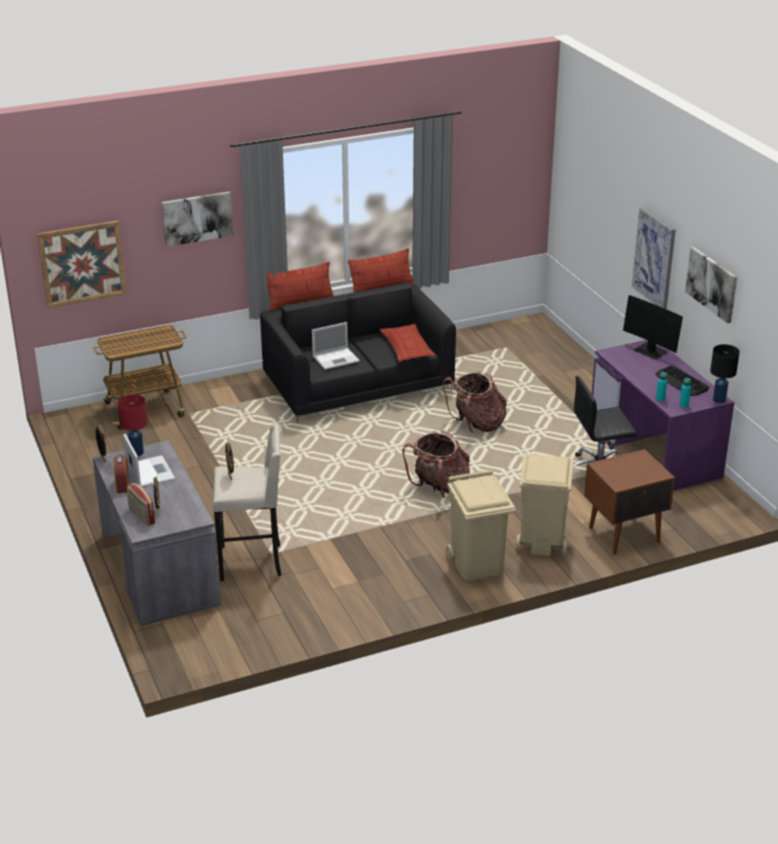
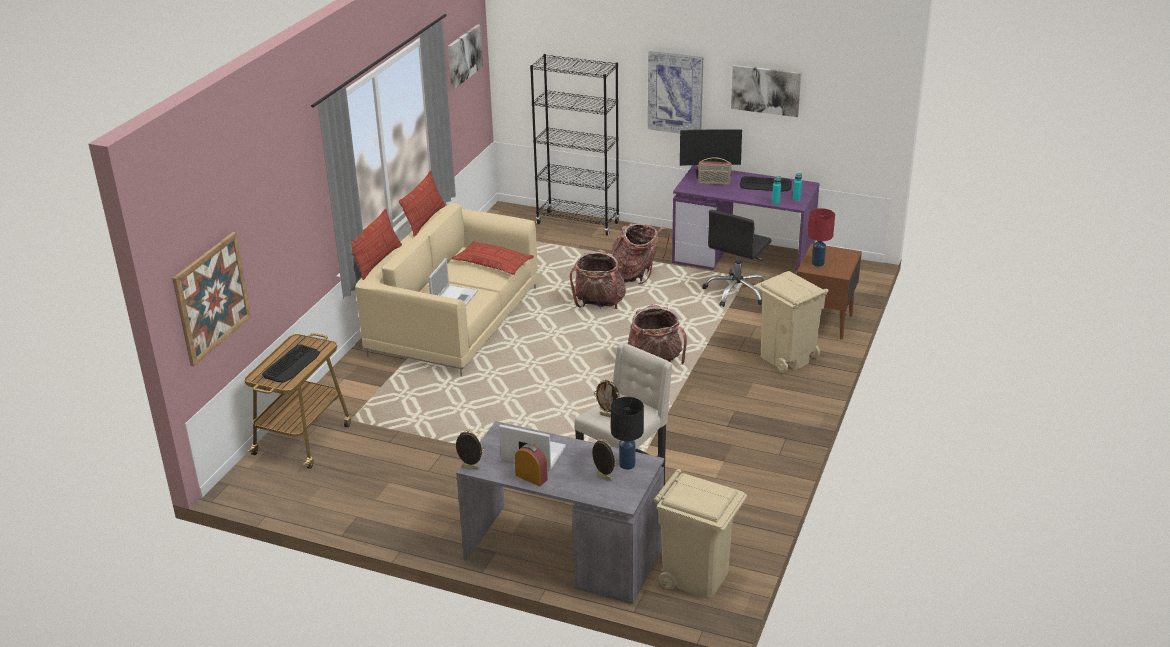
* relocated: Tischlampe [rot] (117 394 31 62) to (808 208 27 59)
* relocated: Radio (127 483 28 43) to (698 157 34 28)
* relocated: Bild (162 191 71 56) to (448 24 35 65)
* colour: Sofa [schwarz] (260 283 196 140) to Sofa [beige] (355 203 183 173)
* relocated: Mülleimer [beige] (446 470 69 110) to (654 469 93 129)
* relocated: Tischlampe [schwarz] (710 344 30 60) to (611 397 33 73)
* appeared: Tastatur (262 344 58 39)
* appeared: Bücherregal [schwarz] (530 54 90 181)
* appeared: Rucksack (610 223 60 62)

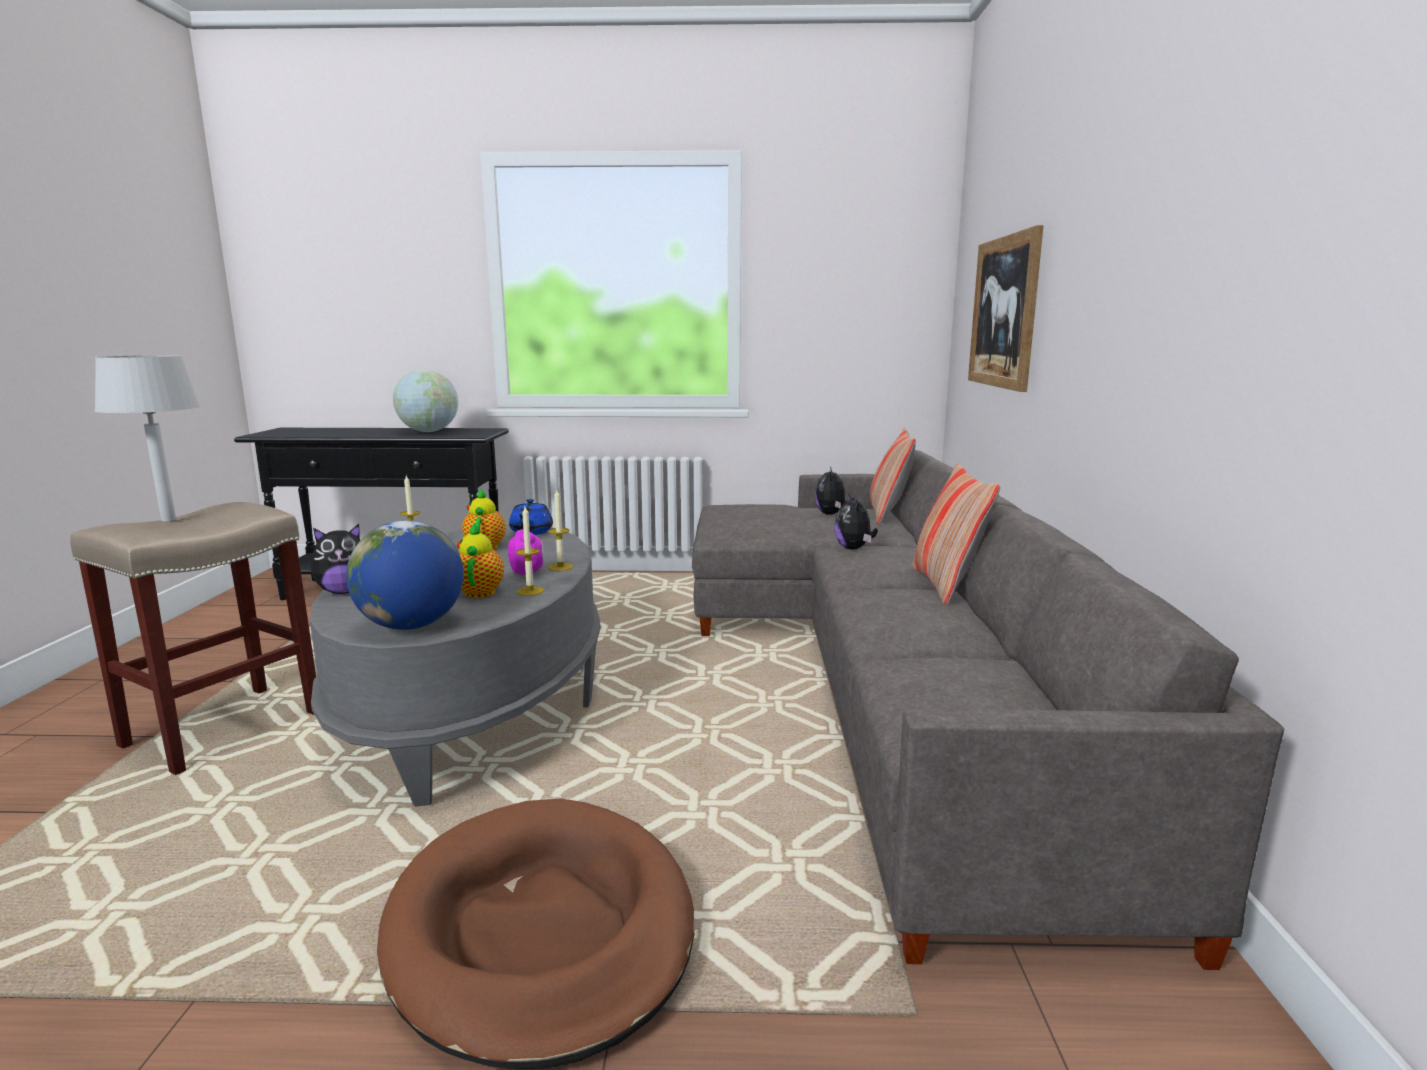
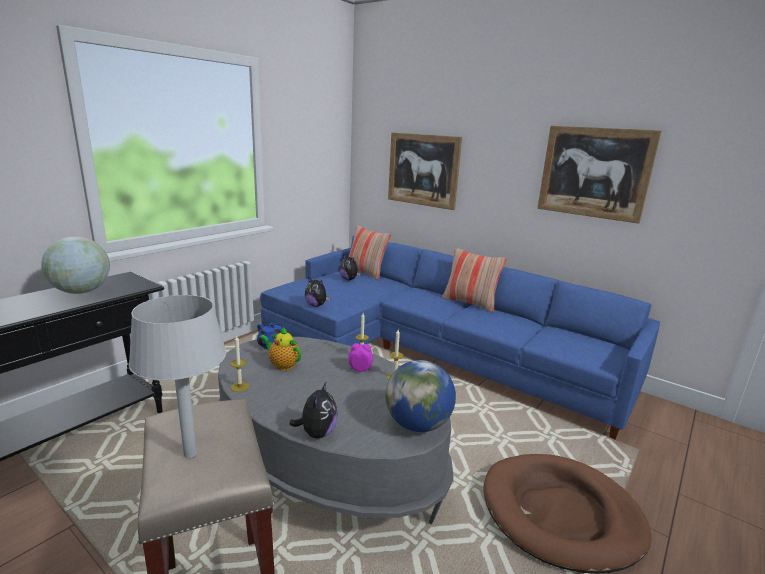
* missing: Teekanne (457 523 47 75)
* colour: Sofa [grau] (692 450 593 520) to Sofa [blau] (260 235 400 204)
* relocated: Plüschtier (834 494 44 56) to (305 277 26 30)
* appeared: Bild (537 126 125 98)

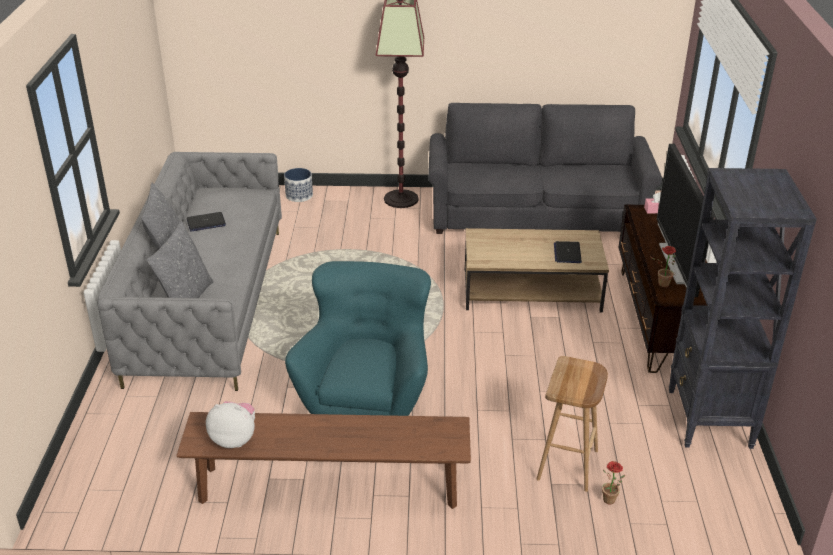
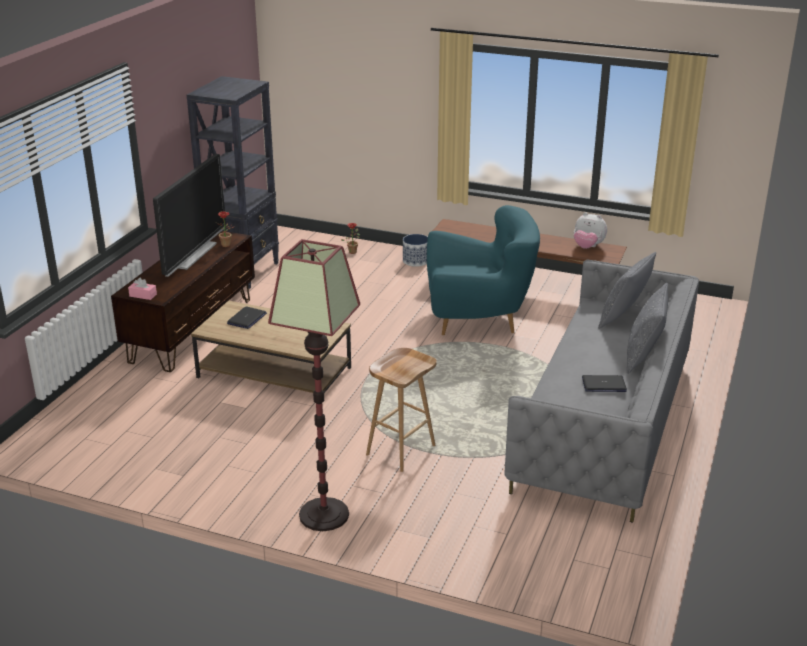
* relocated: Pflanzkübel (284 168 29 34) to (403 234 25 33)
* spun: Sessel [türkis] (285 261 146 155) = (427 205 113 130) 120 degrees counterclockwise
* missing: Sofa [grau] (428 103 234 131)
* relocated: Hocker [braun] (537 356 71 136) to (366 348 71 124)

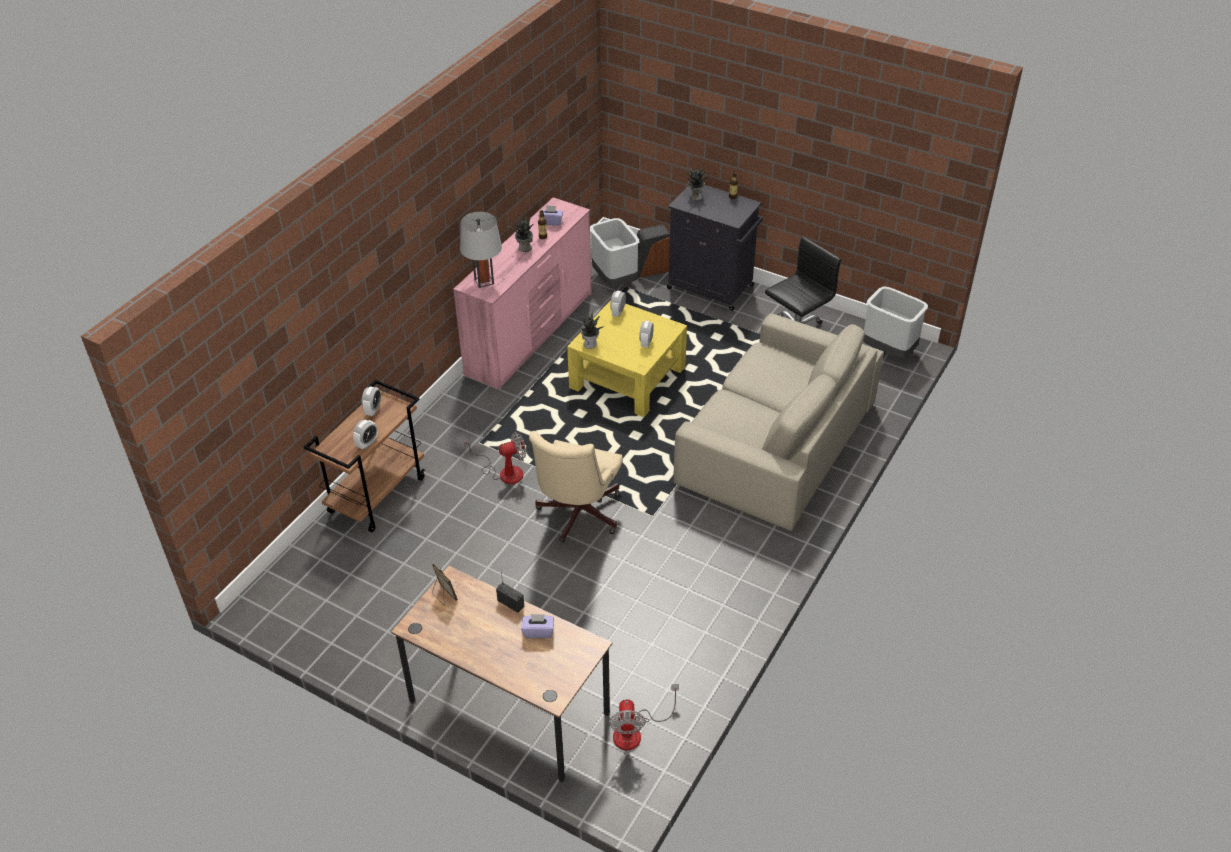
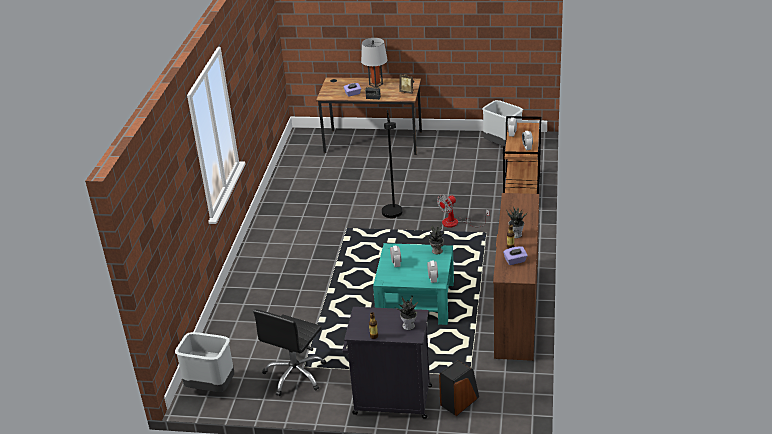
* colour: Kommode [rosa] (453 197 139 193) to Kommode [braun] (493 193 46 168)
* relocated: Tischlampe [grau] (460 212 42 76) to (361 38 26 49)
* exchanged: Bürostuhl [beige] (529 431 94 111) to Stehlampe [schwarz] (382 109 20 109)
* colour: Couchtisch [gelb] (567 300 120 117) to Couchtisch [türkis] (373 243 81 82)
* relocated: Mülleimer [grau] (590 218 49 69) to (482 100 41 47)
* missing: Ventilator (609 684 70 66)
* missing: Sofa [beige] (673 313 211 218)

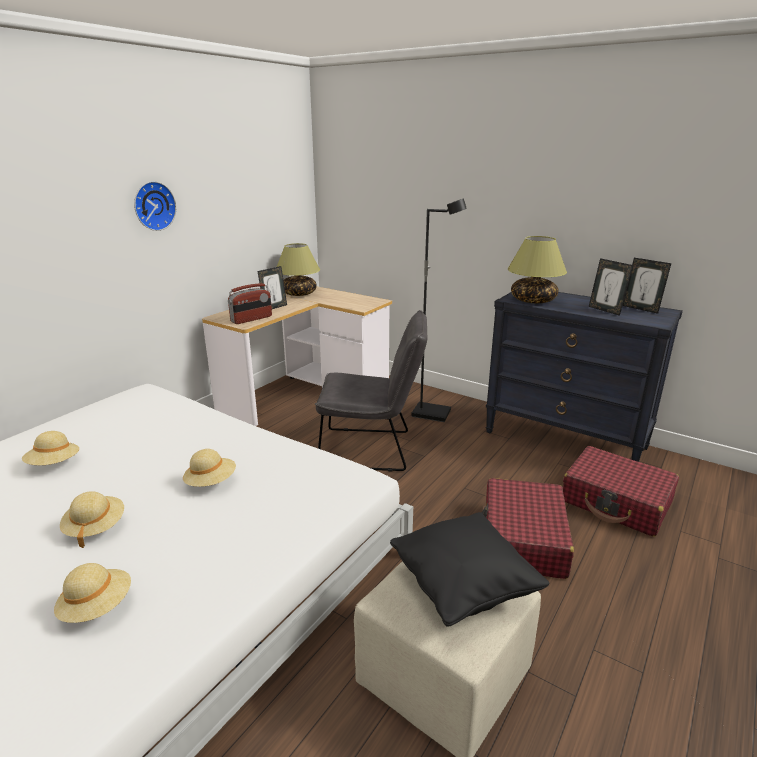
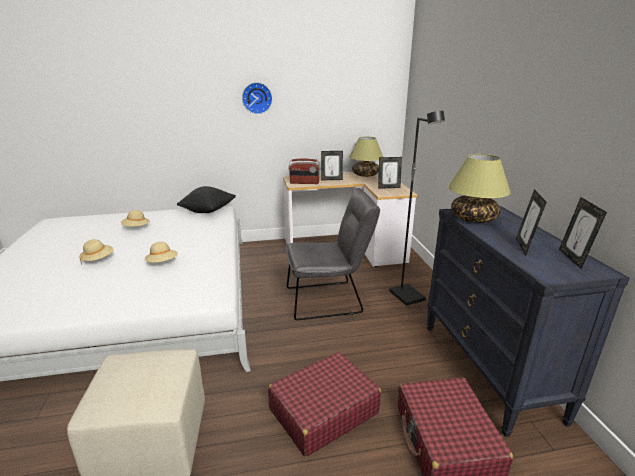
* missing: Hut [beige] (54 563 77 60)
* spun: Stuhl [grau] (315 310 112 161) = (286 188 94 132) 60 degrees counterclockwise
* relocated: Kissen [schwarz] (390 512 159 115) to (177 186 59 27)
* appeared: Bilderrahmen (378 157 24 32)

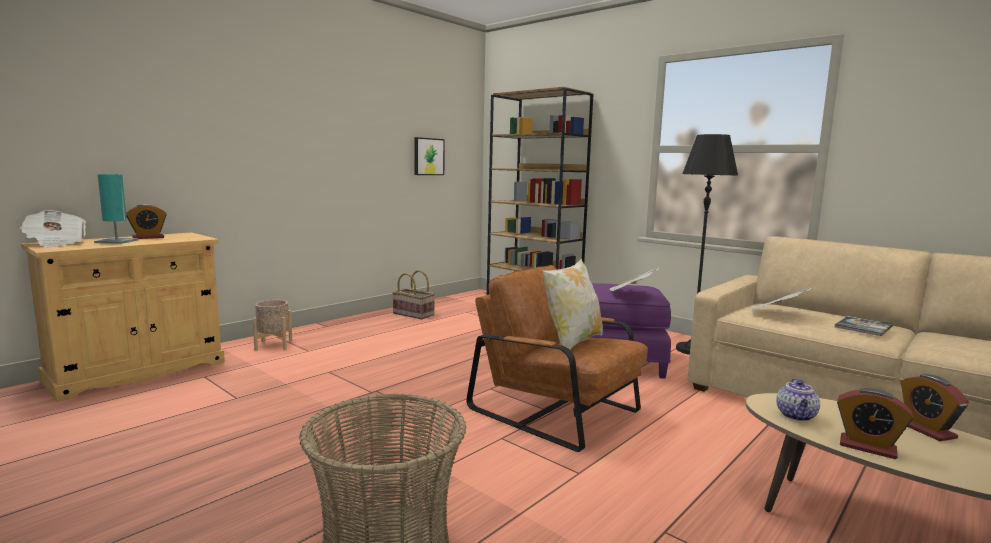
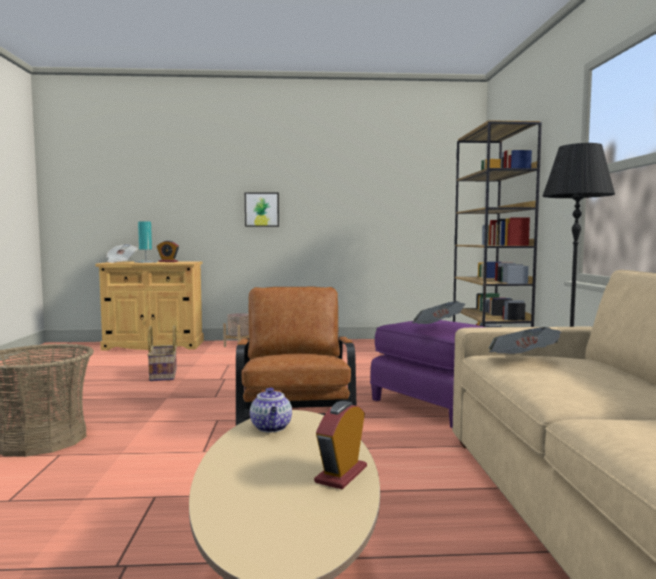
* relocated: Korb (392 270 43 49) to (147 325 30 56)
* relocated: Bild (414 137 31 38) to (245 192 34 35)
* missing: Kissen (542 258 61 98)
* spun: Teekanne (776 379 44 42) = (250 388 42 45) 75 degrees counterclockwise
* missing: Buch (834 316 59 20)
* missing: Wecker (837 388 76 71)

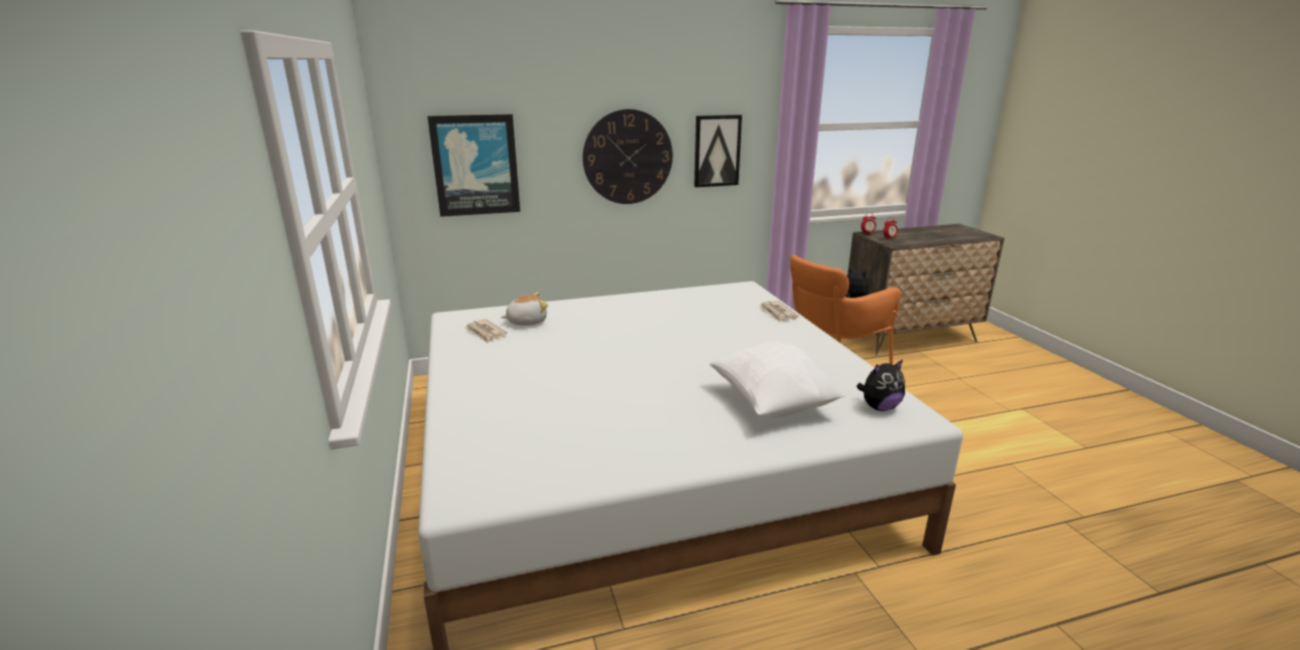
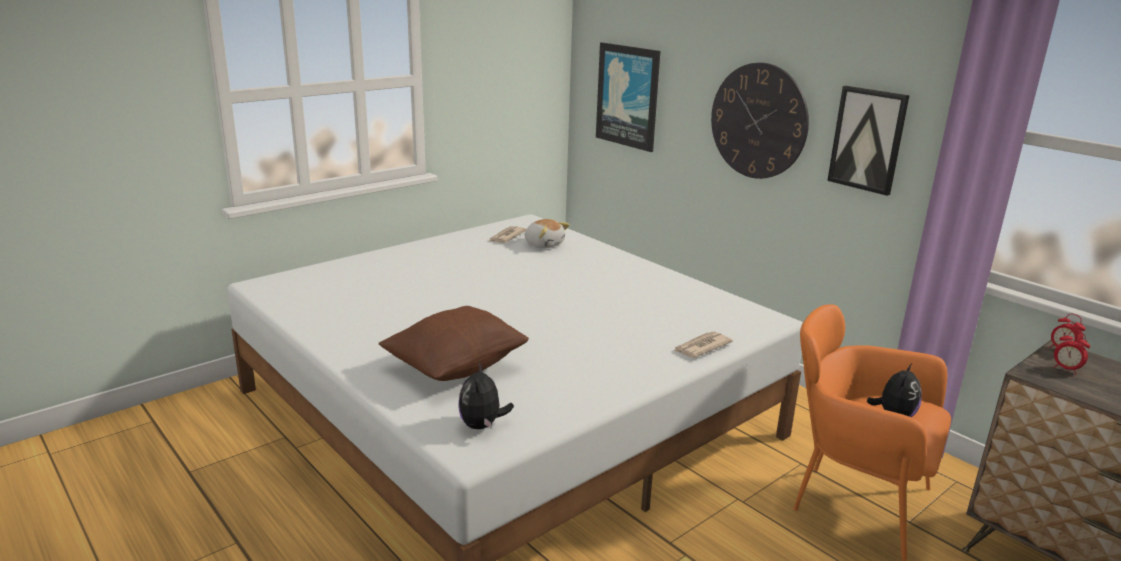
* colour: Kissen [weiß] (709 341 137 76) to Kissen [braun] (379 306 150 75)
* spun: Plüschtier (856 360 49 51) = (458 362 56 67) 45 degrees clockwise

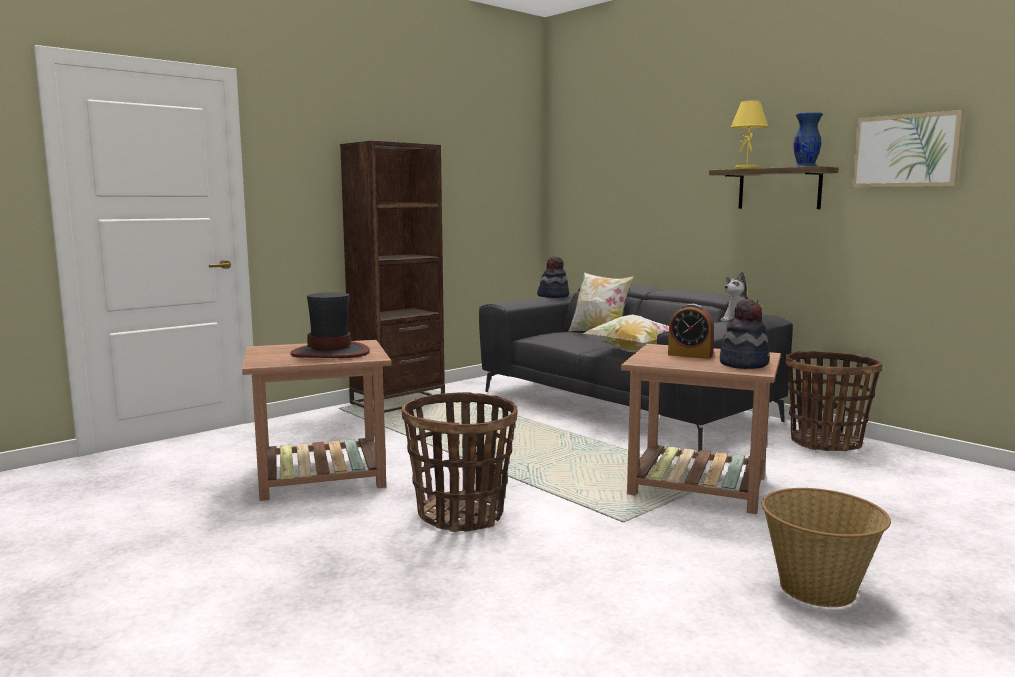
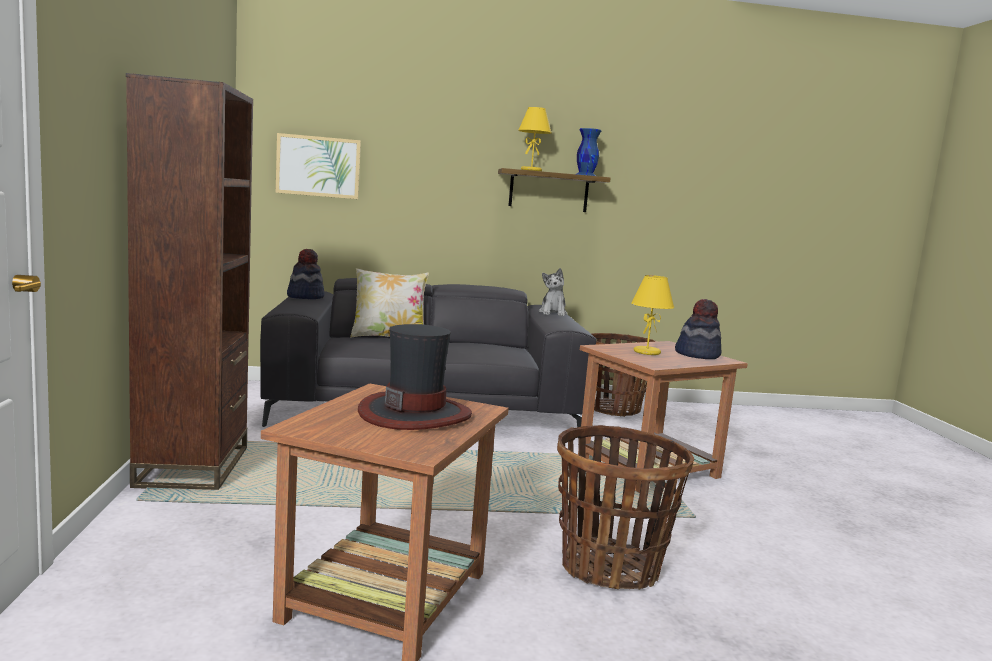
* missing: Kissen (582 315 87 37)
* exchanged: Wecker (668 304 46 55) to Tischlampe [gelb] (631 275 43 80)
* missing: Korb (762 488 129 119)
* relocated: Bild (852 110 112 77) to (276 133 85 66)

